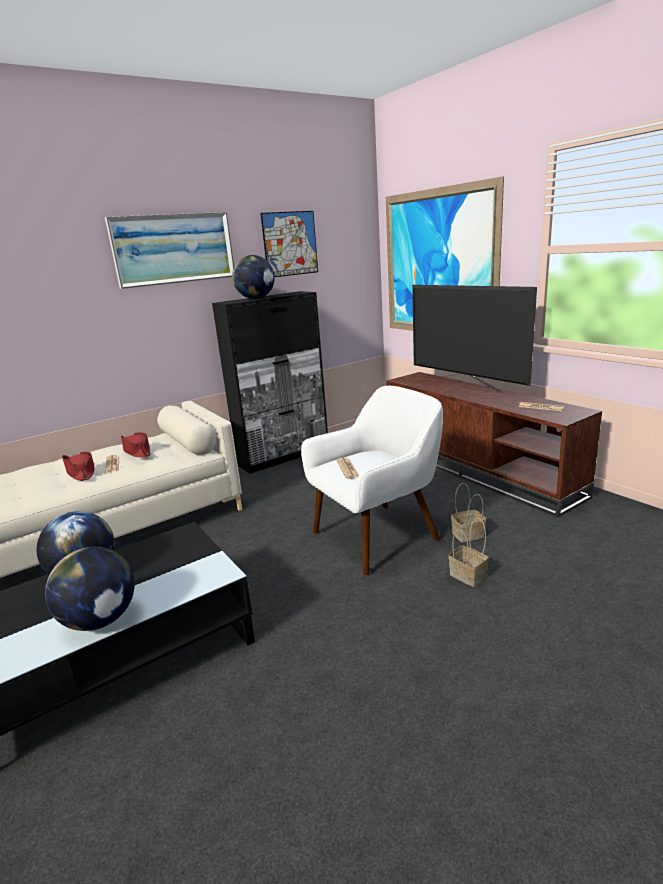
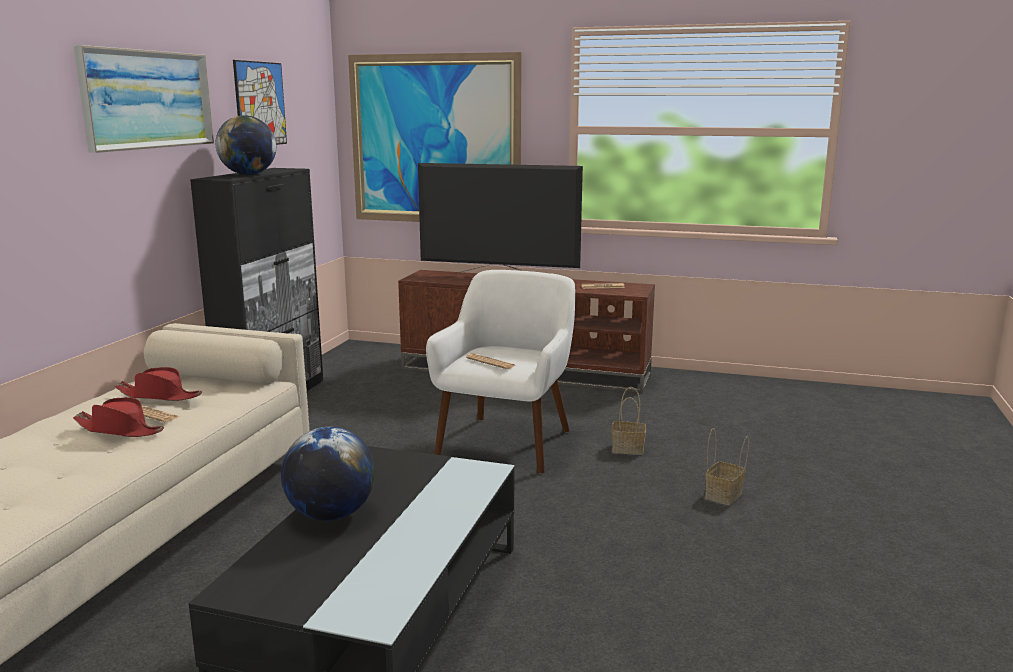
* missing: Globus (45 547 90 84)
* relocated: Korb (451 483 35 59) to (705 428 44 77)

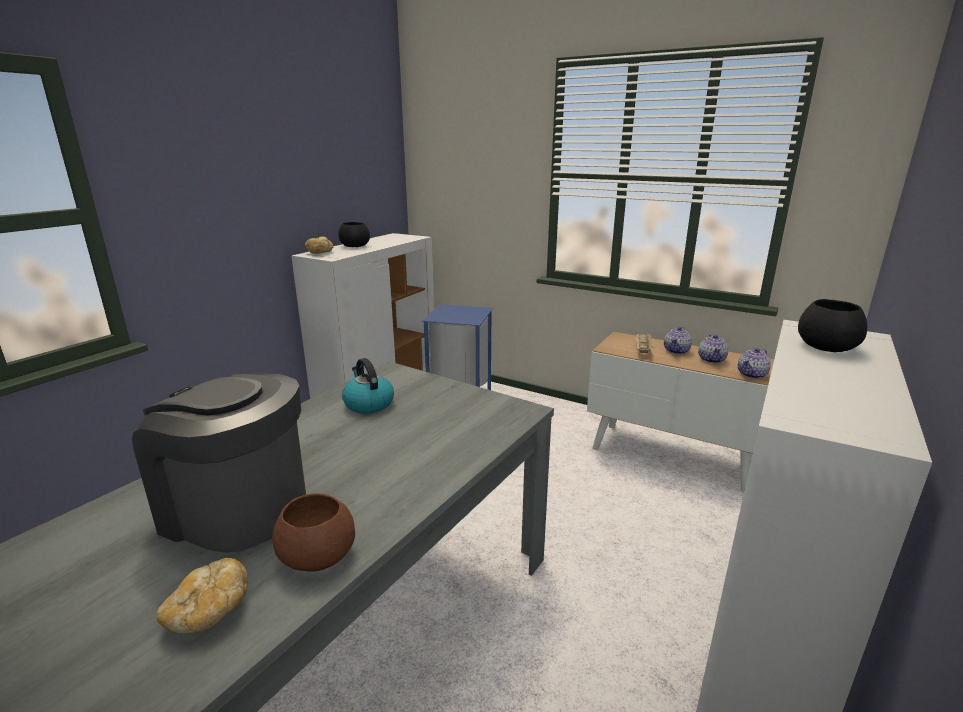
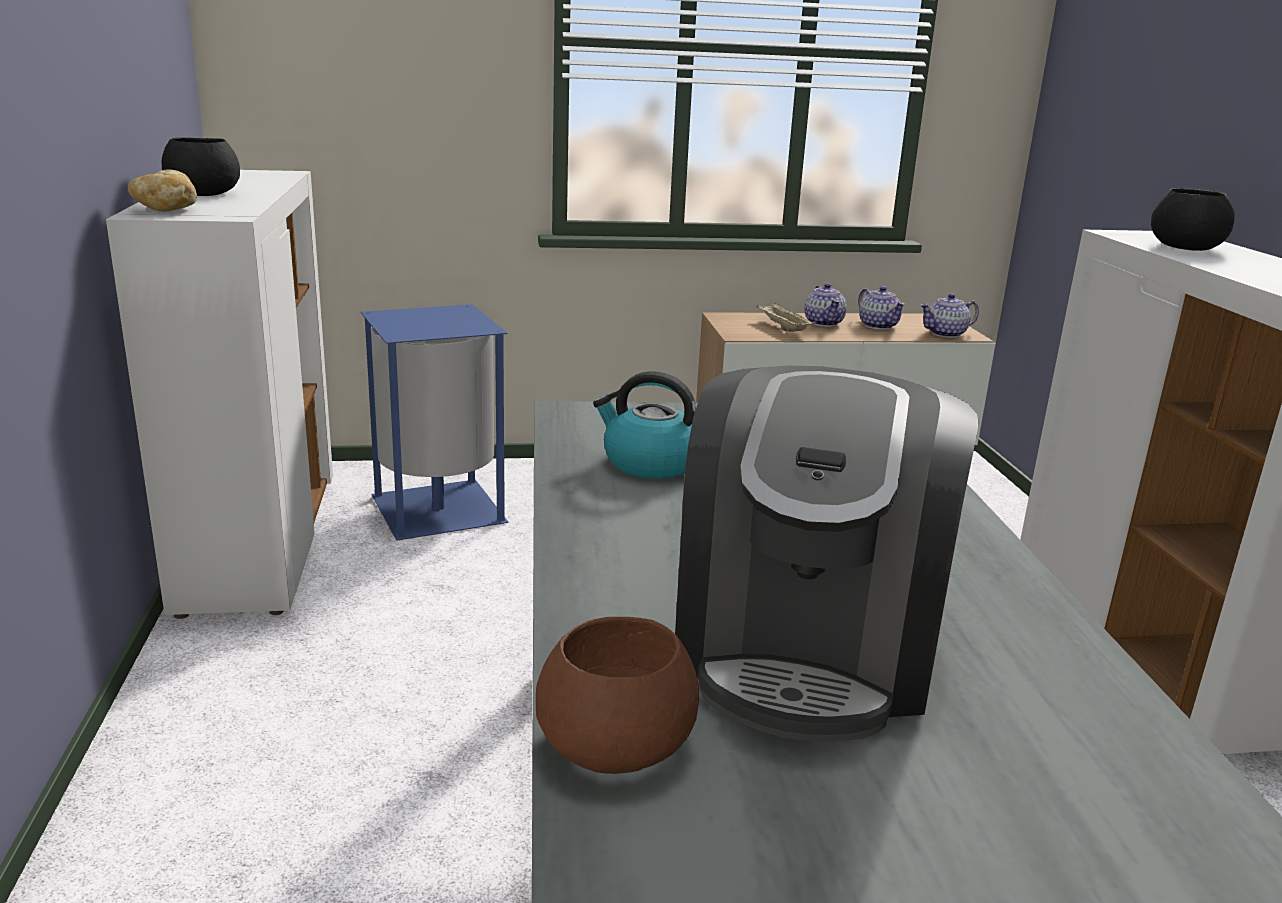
* spun: Kaffeemaschine (132 374 174 179) = (675 366 304 376) 60 degrees counterclockwise
* missing: Brot (157 558 91 76)
* relocated: Schüssel [braun] (272 493 83 79) to (536 617 163 157)
* spun: Teekanne (738 348 33 31) = (920 293 59 45) 60 degrees clockwise

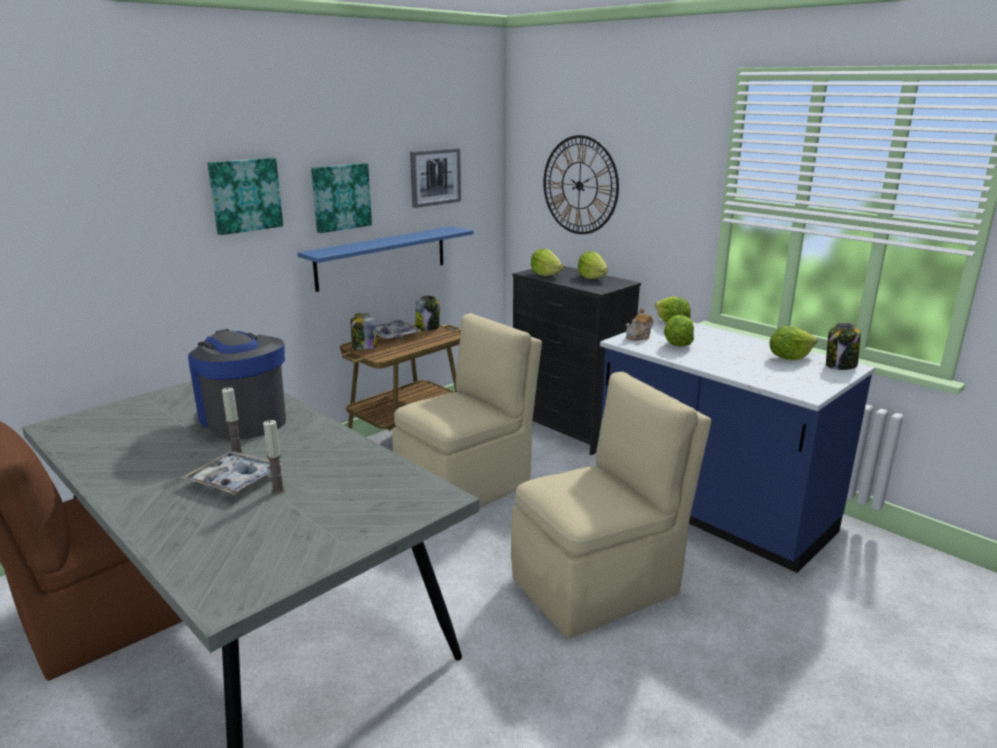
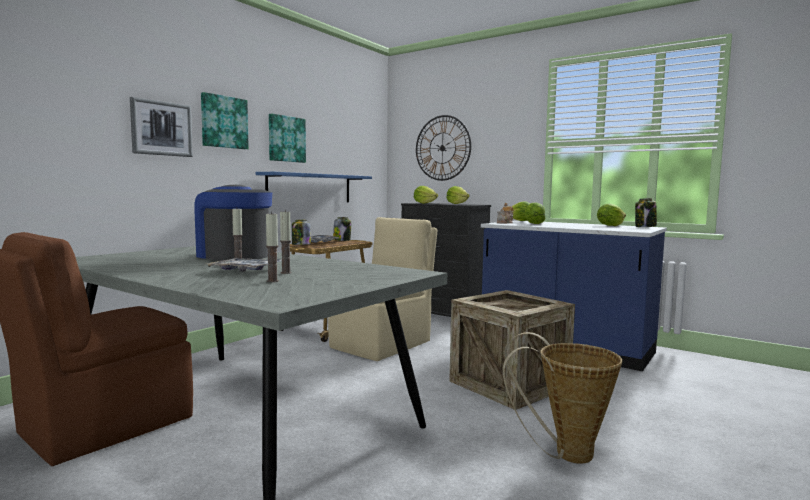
* relocated: Bild (410 148 51 60) to (130 97 63 60)
* exchanged: Stuhl [beige] (511 372 200 266) to Kiste (449 290 126 120)
* appeared: Kerze (266 212 13 70)
* appeared: Korb (503 332 119 132)

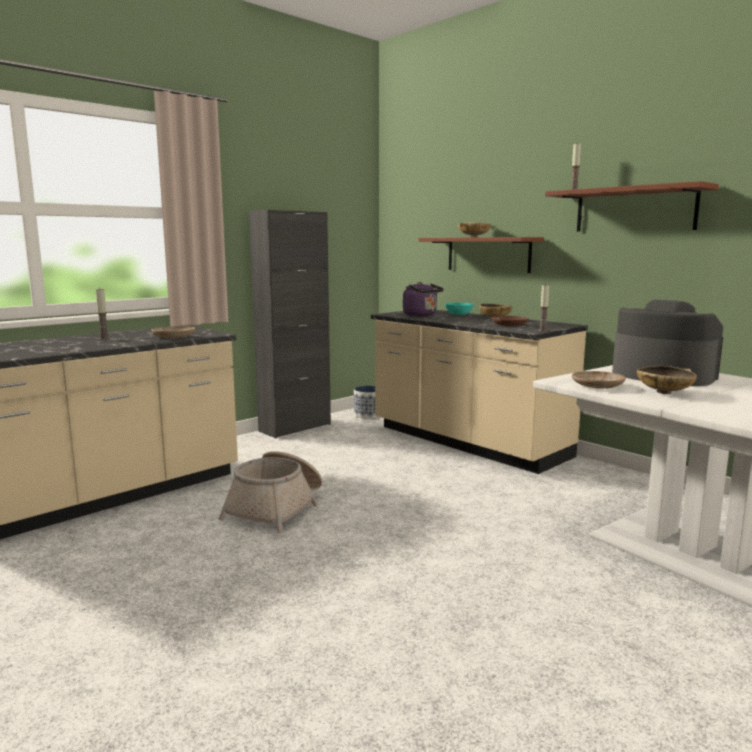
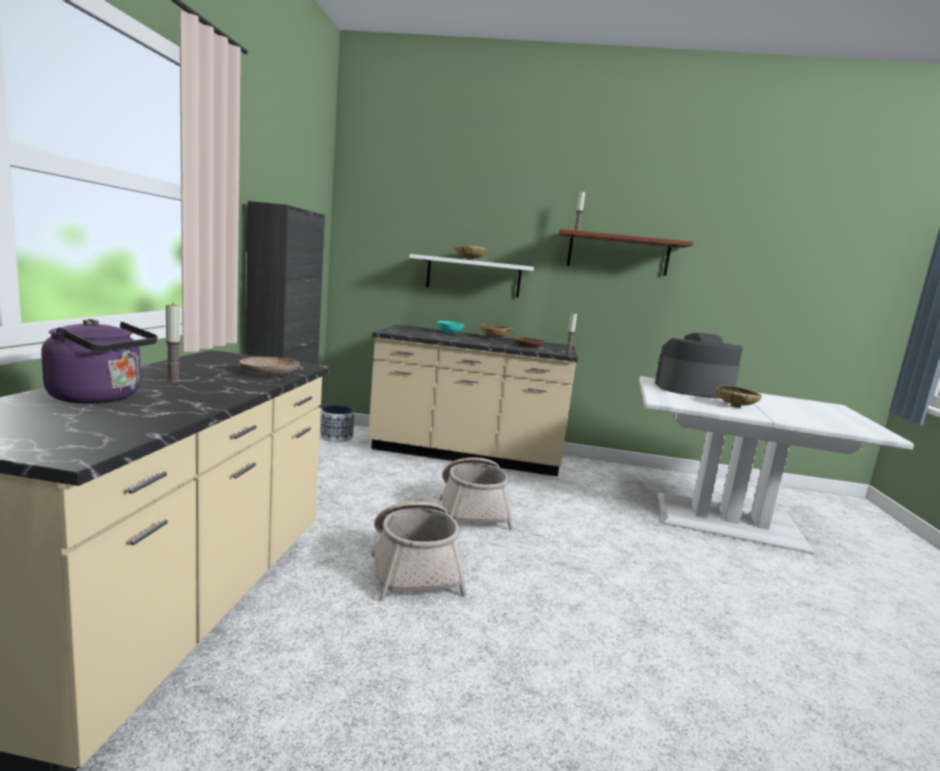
* relocated: Wasserkessel [lila] (403 282 41 34) to (41 319 117 85)
* colour: Wandregal [braun] (419 237 125 36) to Wandregal [weiß] (409 254 125 44)
* missing: Teller [beige] (572 371 54 18)
* appeared: Korb (439 458 75 72)

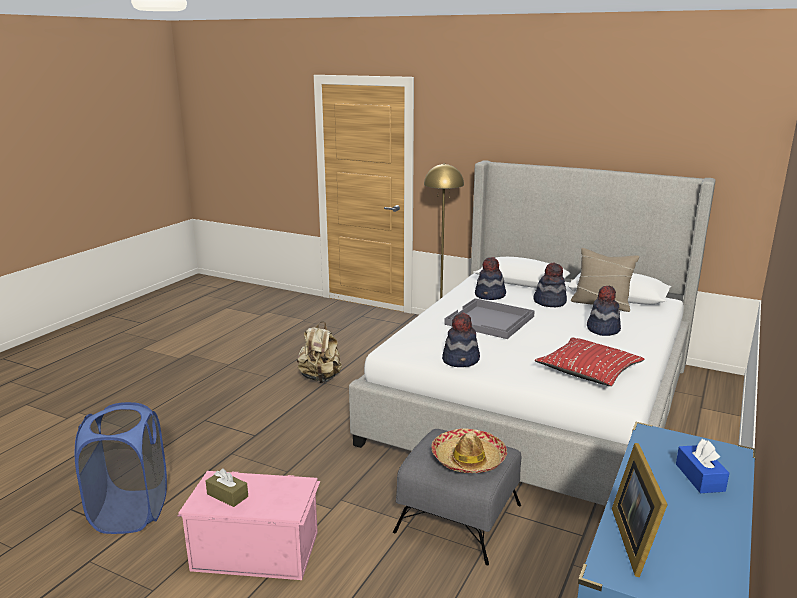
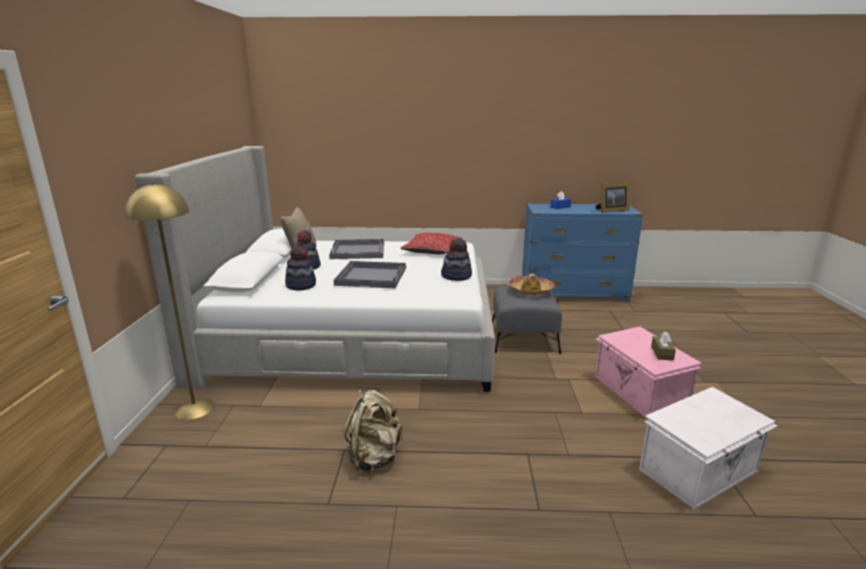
* exchanged: Wäschekorb [blau] (75 402 92 132) to Aufbewahrungsbox [weiß] (639 387 138 123)
* exchanged: Hut (587 286 34 50) to Tablett [grau] (329 239 55 20)

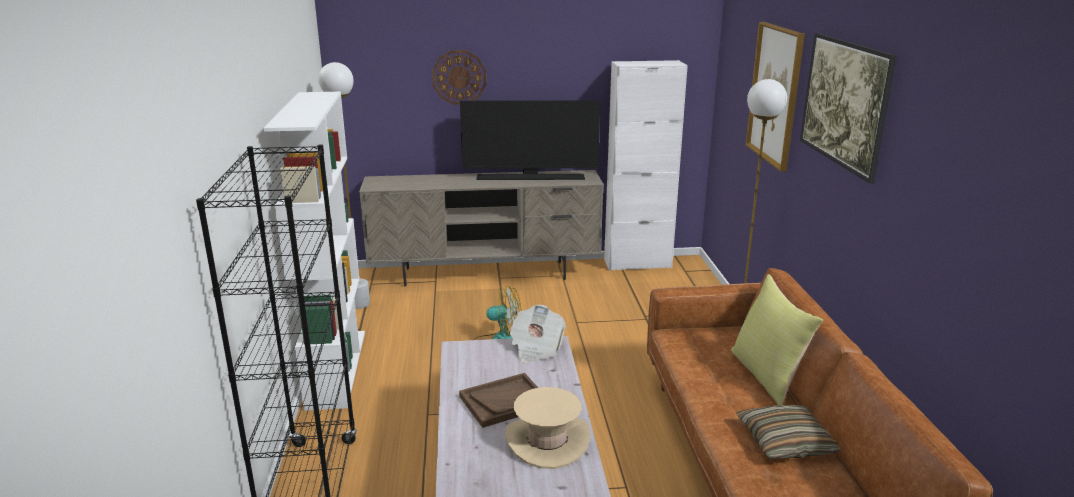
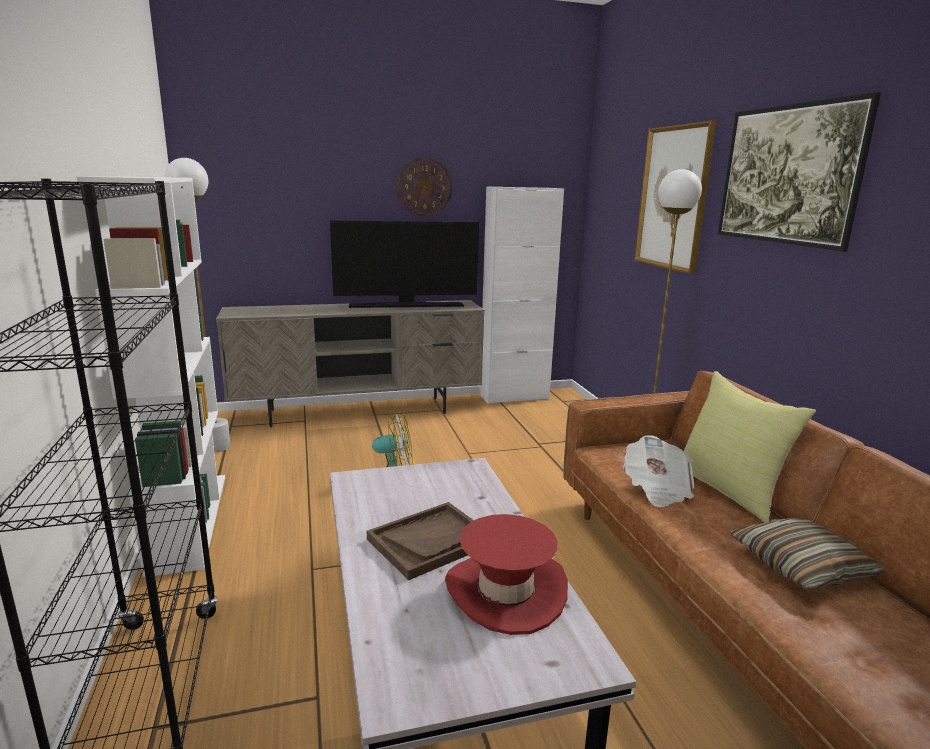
* relocated: Wanduhr (432 50 54 55) to (397 158 55 58)
* colour: Hut [beige] (505 387 85 82) to Hut [rot] (445 514 123 121)
* relocated: Zeitung (509 305 57 57) to (623 435 71 72)

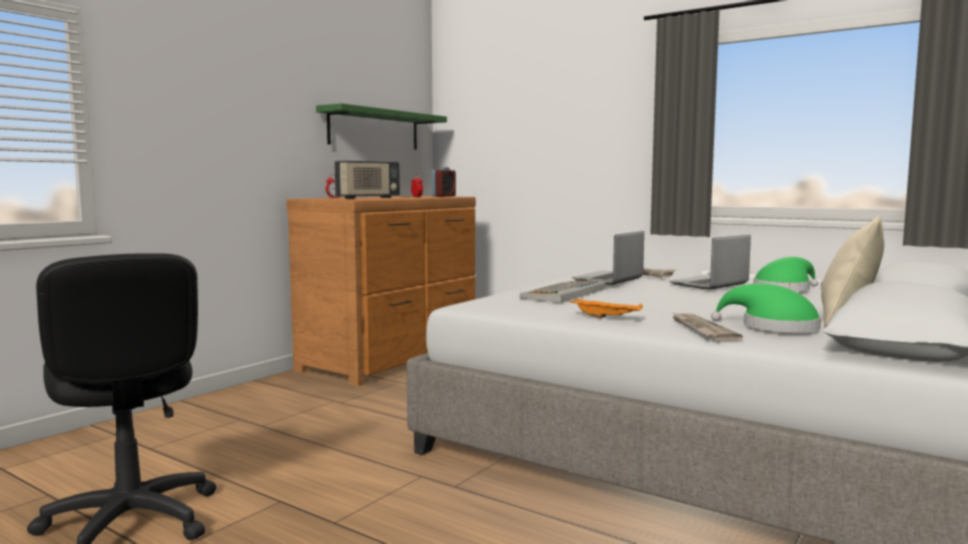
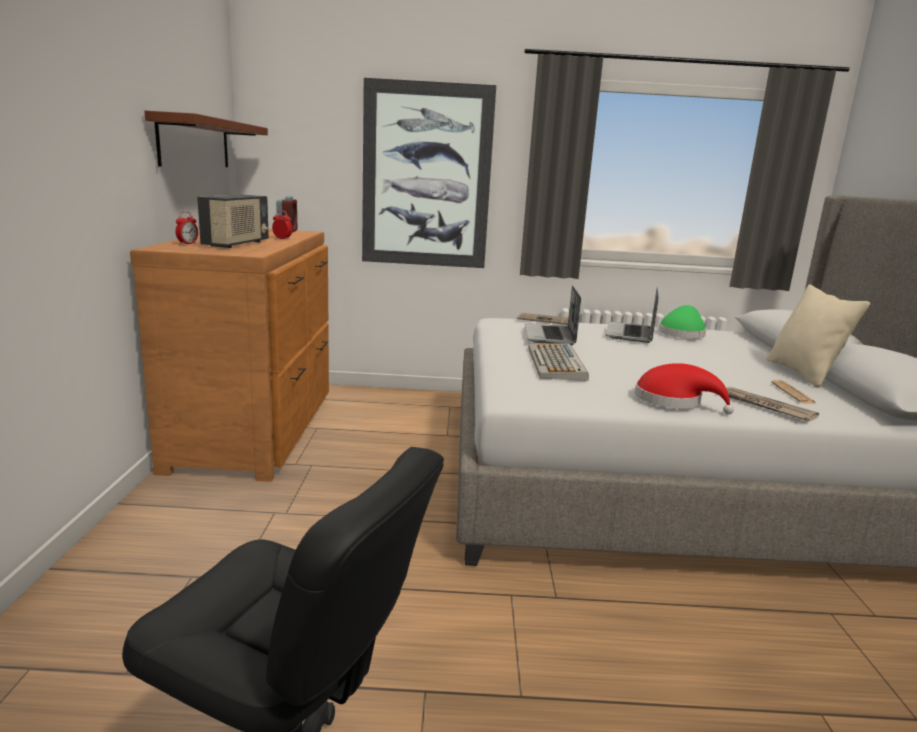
* colour: Wandregal [grün] (316 103 131 47) to Wandregal [braun] (144 111 124 56)
* exchanged: Tablett [orange] (570 299 73 19) to Hut [rot] (635 363 99 51)
* exchanged: Hut [grün] (711 283 110 49) to Zeitung (771 380 46 24)
* appeared: Bild (362 78 134 190)

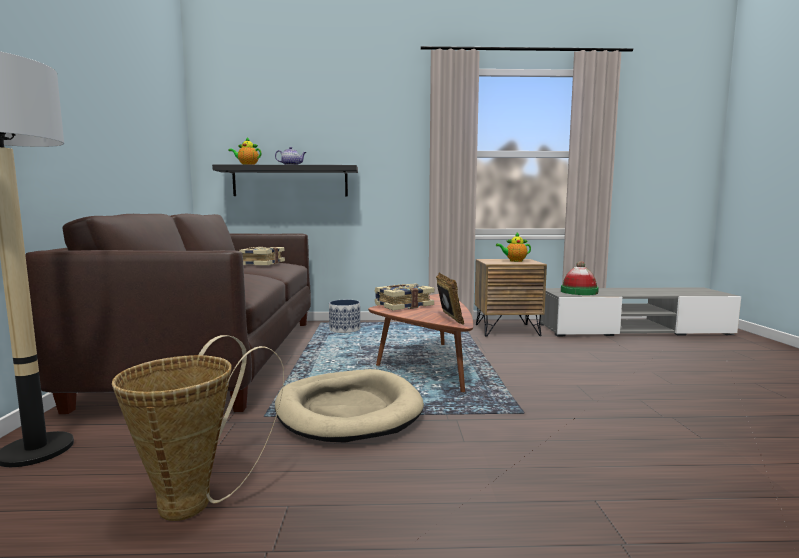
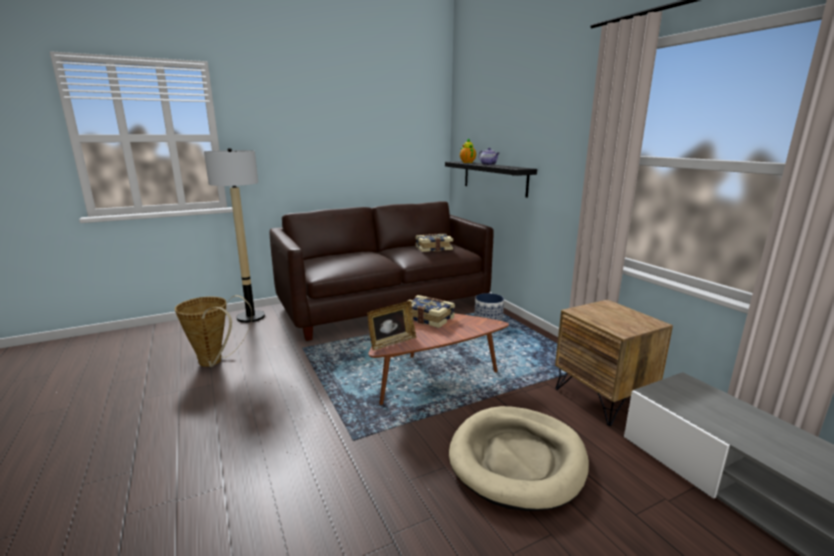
* relocated: Hundebett [beige] (275 369 149 74) to (449 406 140 105)
* missing: Teekanne (496 233 35 29)
* missing: Hut (561 261 38 34)

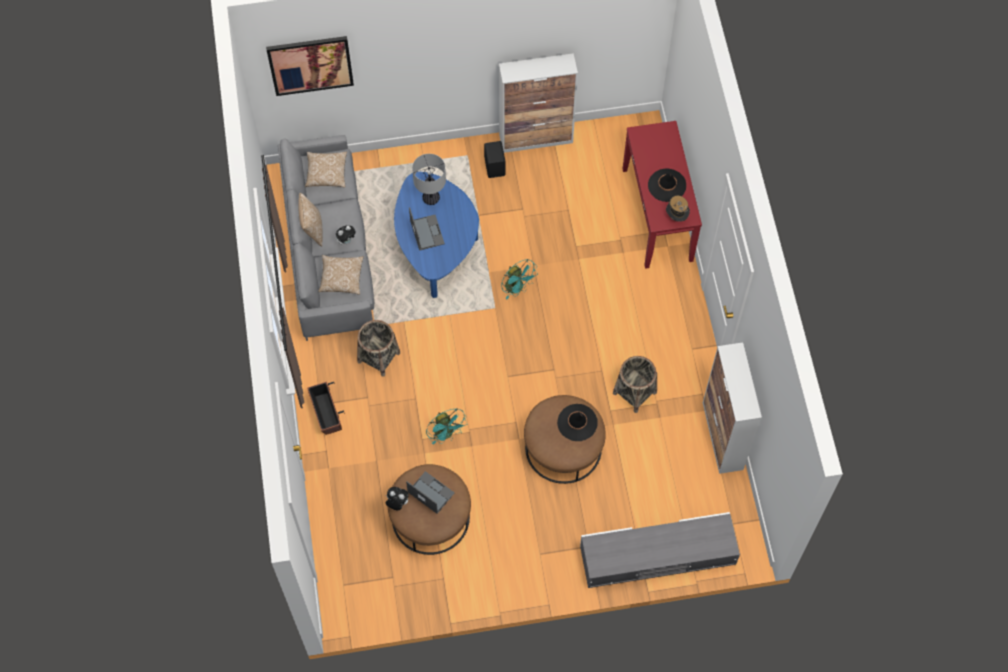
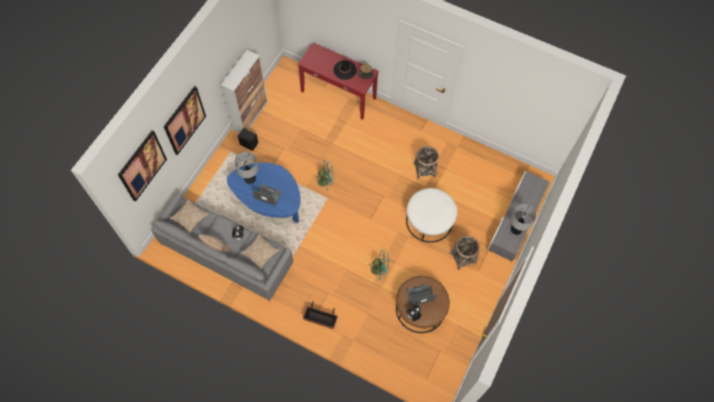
* relocated: Korb (357 320 43 57) to (450 236 30 34)
* colour: Polsterhocker [braun] (524 395 82 89) to Polsterhocker [weiß] (406 188 51 55)
* missing: Hut [schwarz] (557 404 41 37)
* missing: Schrank (703 342 59 132)
* appeared: Bild (164 86 42 69)
* appeared: Tischlampe (511 204 25 31)

